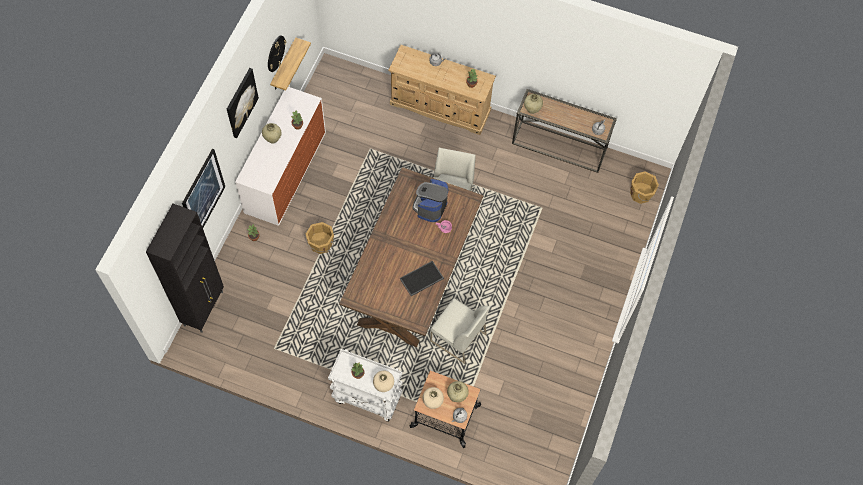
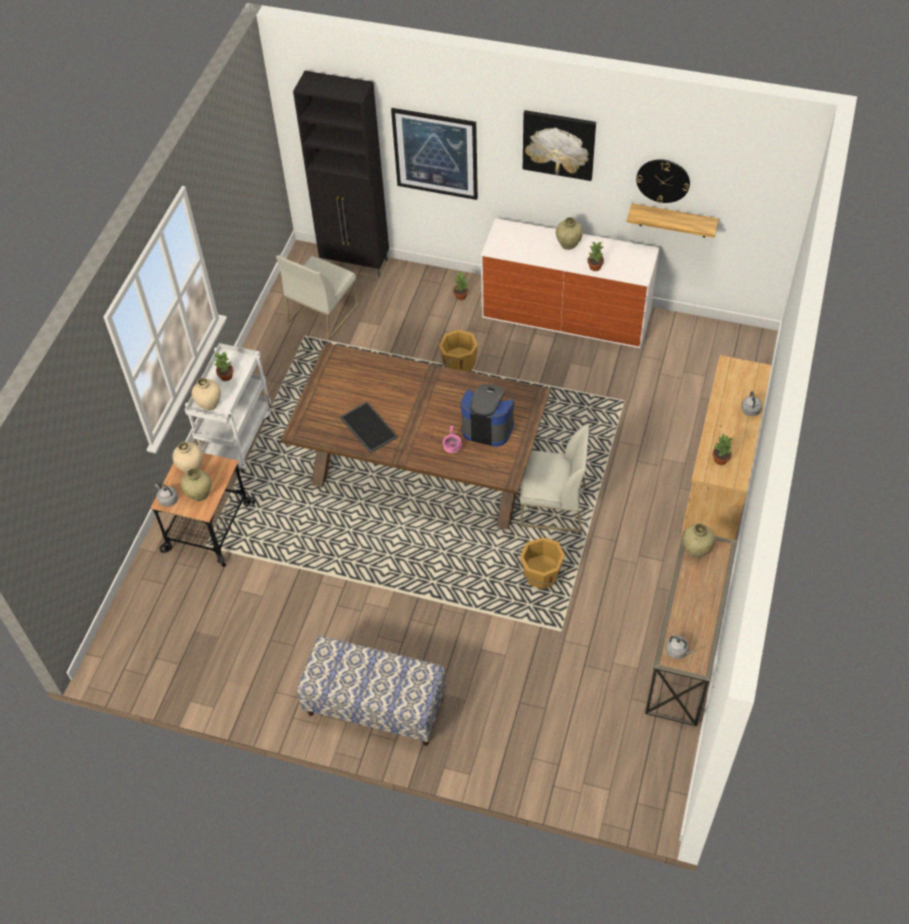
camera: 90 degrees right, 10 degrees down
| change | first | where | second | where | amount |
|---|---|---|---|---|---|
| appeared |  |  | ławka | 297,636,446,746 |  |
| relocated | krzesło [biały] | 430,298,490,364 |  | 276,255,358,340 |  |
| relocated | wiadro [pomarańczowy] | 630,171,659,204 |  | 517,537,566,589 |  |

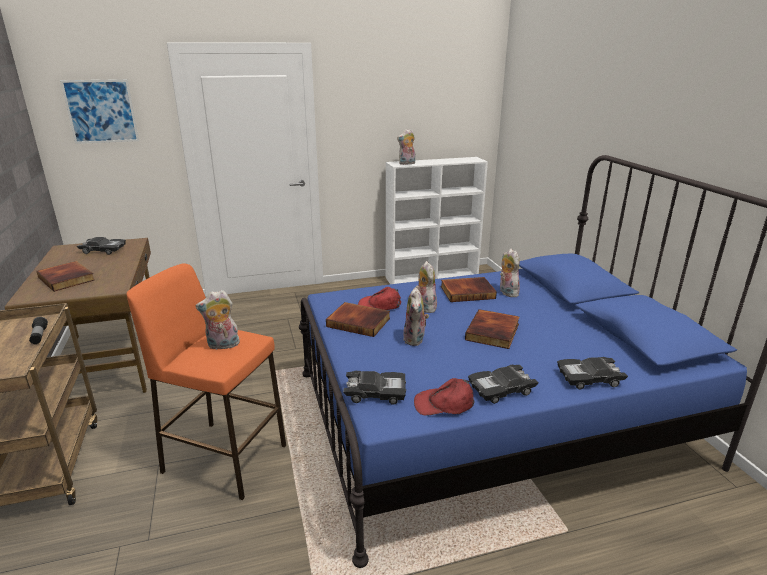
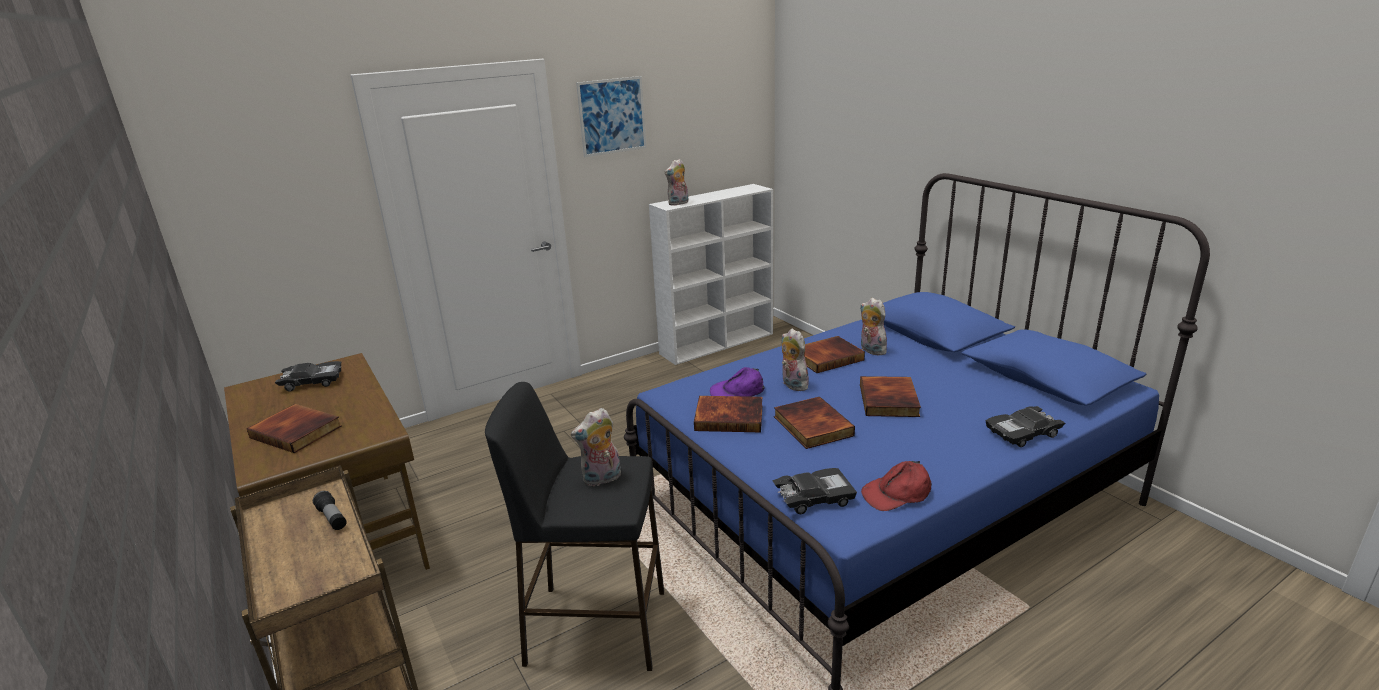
camera: 15 degrees left, 0 degrees up
| change | first | where | second | where | amount |
|---|---|---|---|---|---|
| missing | samochodzik [czarny] | 468,365,539,404 |  |  |  |
| relocated | obraz | 60,79,139,144 |  | 576,76,646,157 |  |
| exchanged | pluszak | 403,287,429,346 | książka | 774,396,855,449 |  |
| colour | stołek [pomarańczowy] | 127,263,286,500 | stołek [czarny] | 485,382,664,671 |  |
| colour | czapka z daszkiem [czerwony] | 358,287,401,310 | czapka z daszkiem [fioletowy] | 710,367,765,397 |  |

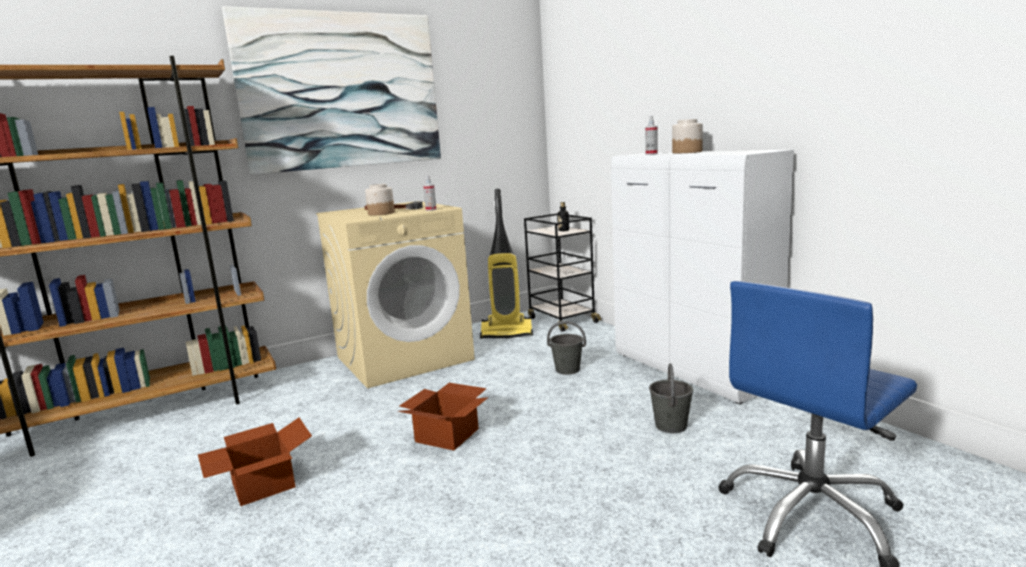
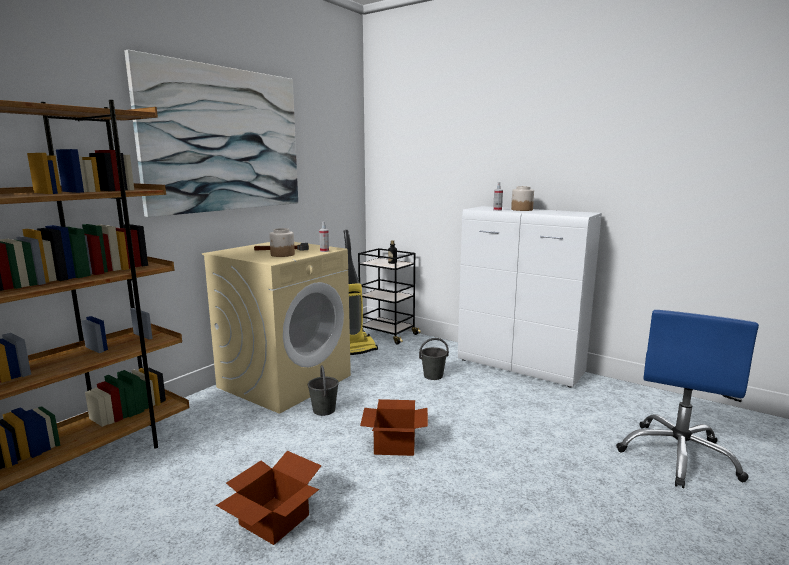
camera: 25 degrees left, 0 degrees up
| change | first | where | second | where | amount |
|---|---|---|---|---|---|
| relocated | wiadro [szary] | 649,363,693,433 |  | 308,365,339,416 |  |

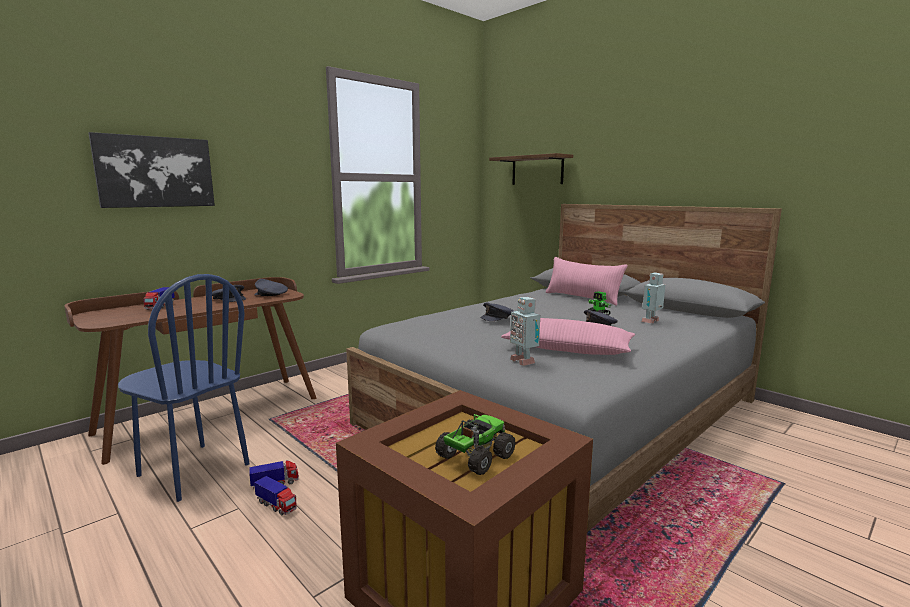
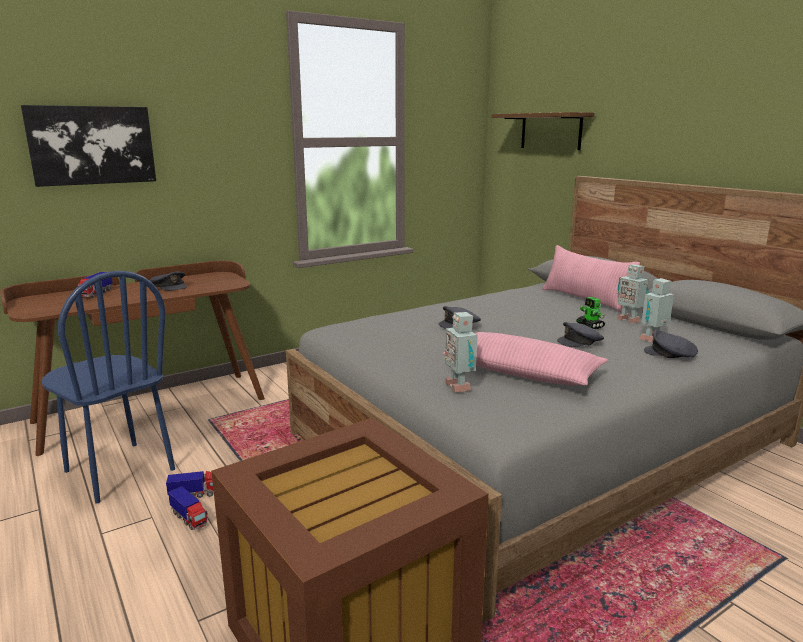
camera: 10 degrees right, 5 degrees up
| change | first | where | second | where | amount |
|---|---|---|---|---|---|
| missing | ciężarówka zabawkowa | 435,414,516,475 |  |  |  |
| appeared |  |  | robot zabawkowy | 617,264,649,324 |  |
| relocated | czapka z daszkiem [szary] | 254,279,288,296 |  | 644,330,698,358 |  |

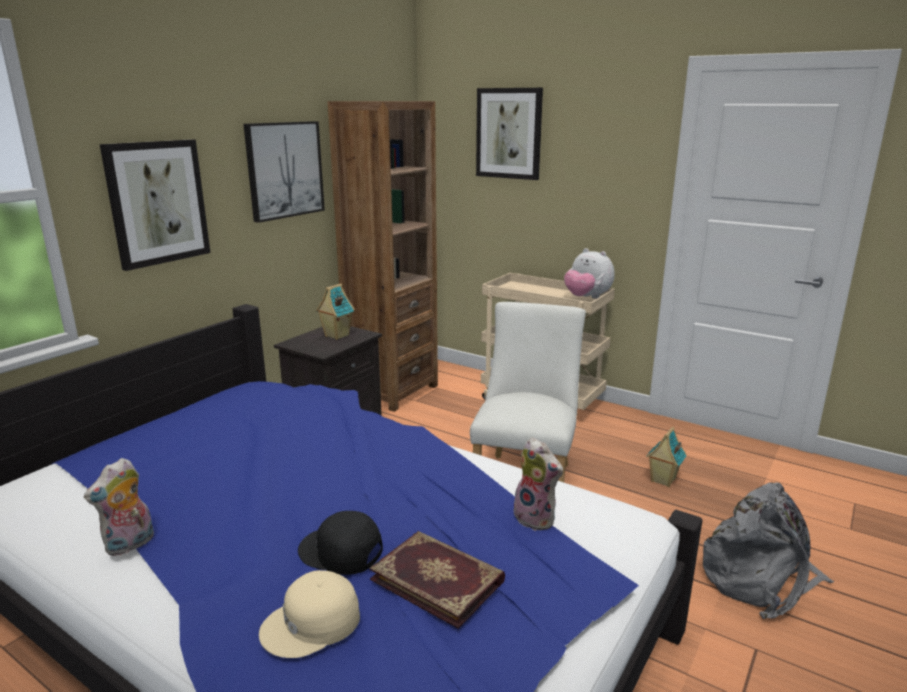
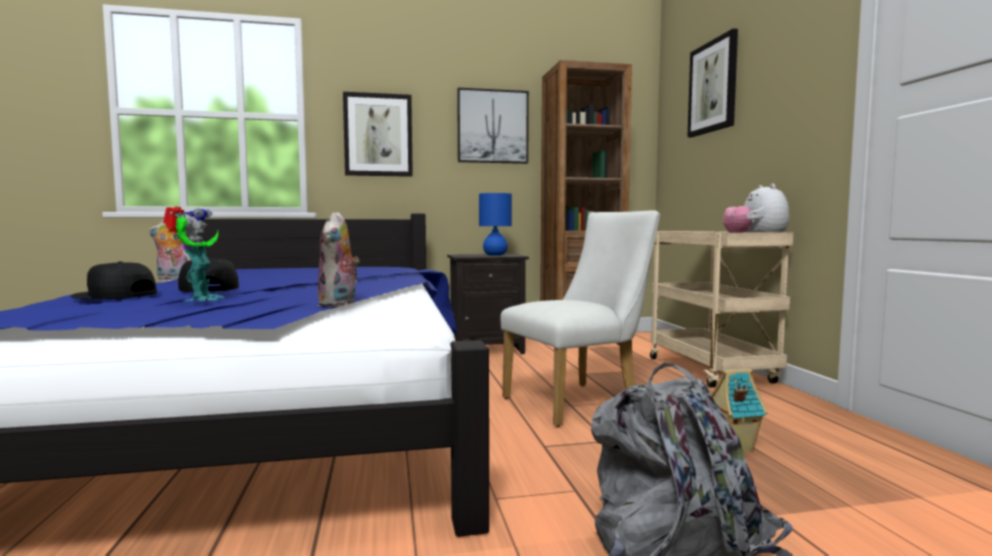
camera: 45 degrees right, 15 degrees down
| change | first | where | second | where | amount |
|---|---|---|---|---|---|
| exchanged | domek | 316,283,355,340 | lampa stołowa [niebieski] | 479,193,512,256 |  |
| exchanged | książka | 369,531,505,629 | robot zabawkowy | 163,206,224,301 |  |
| colour | czapka z daszkiem [beżowy] | 259,570,360,658 | czapka z daszkiem [czarny] | 71,261,157,299 |  |

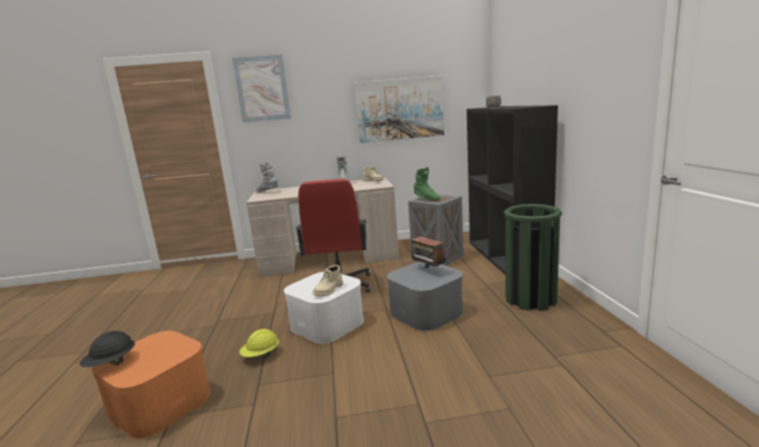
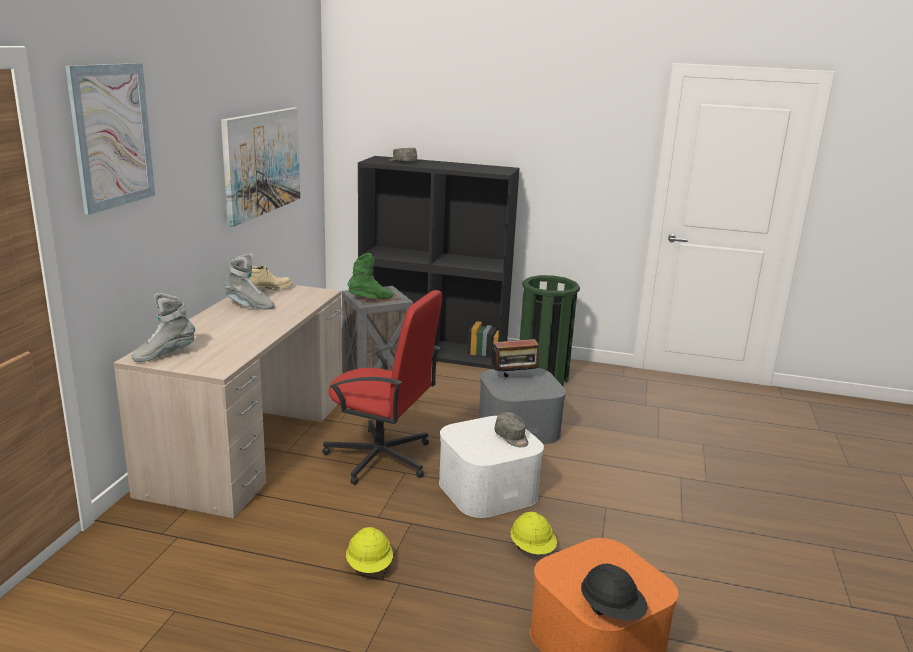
camera: 70 degrees left, 5 degrees up
| change | first | where | second | where | amount |
|---|---|---|---|---|---|
| appeared |  |  | kask [żółty] | 346,527,393,573 |  |
| exchanged | but z cholewką [beżowy] | 312,265,343,296 | czapka z daszkiem [szary] | 494,412,528,447 |  |

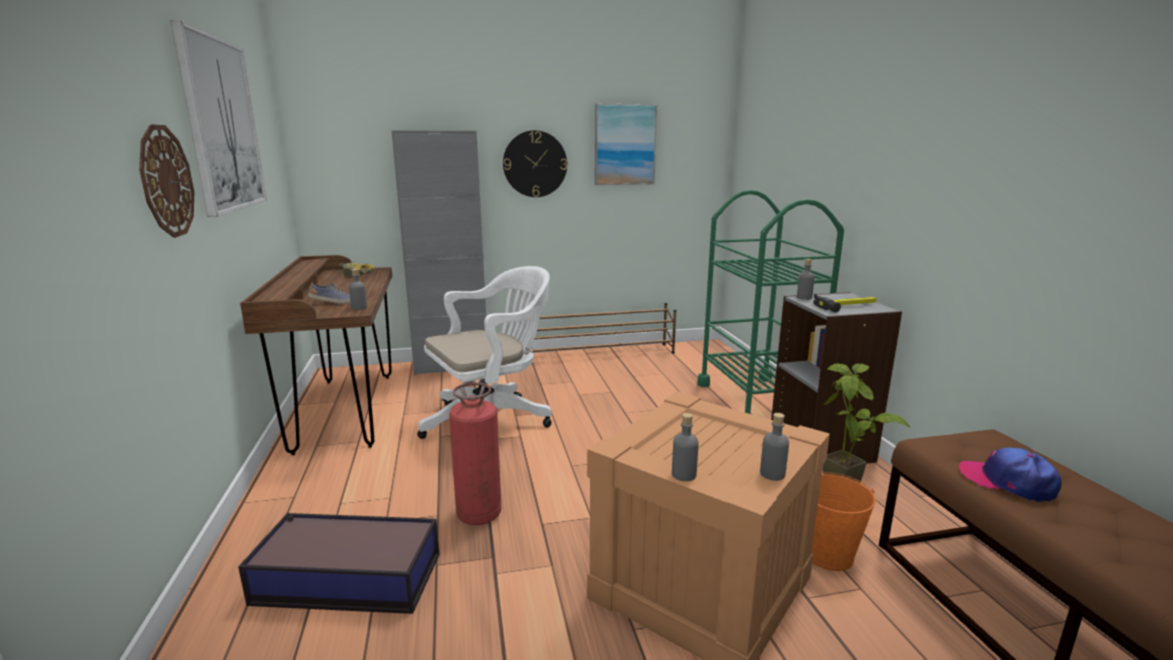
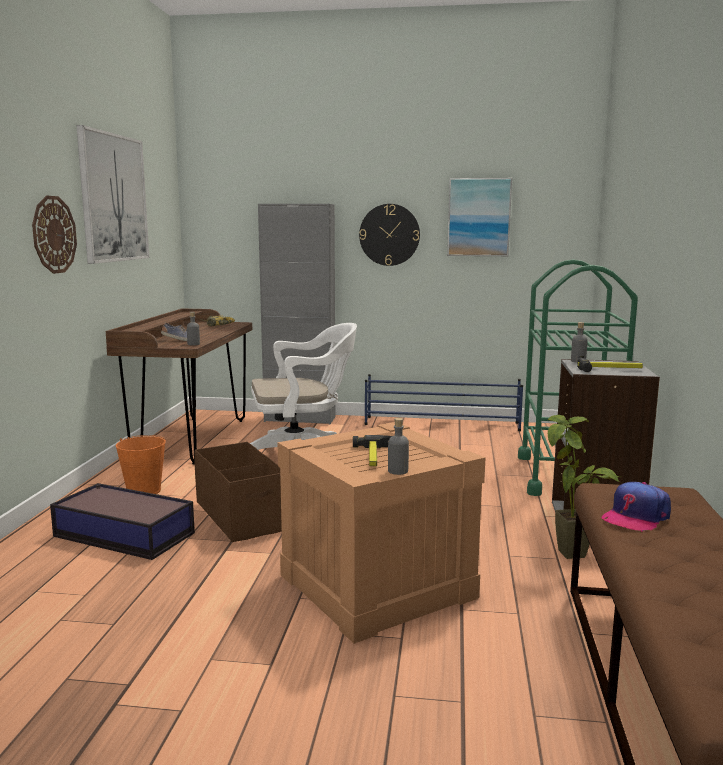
camera: 20 degrees right, 5 degrees down
| change | first | where | second | where | amount |
|---|---|---|---|---|---|
| missing | butelka [szary] | 672,413,699,481 |  |  |  |
| appeared |  |  | młotek | 353,435,392,466 |  |
| relocated | wiadro [pomarańczowy] | 811,472,876,571 |  | 116,435,166,494 |  |
| exchanged | gaśnica | 449,382,501,525 | pojemnik do przechowywania [brązowy] | 194,442,282,542 |  |
| colour | regał na buty [brązowy] | 533,303,676,354 | regał na buty [niebieski] | 364,374,523,431 |  |
| spun | czapka z daszkiem | 959,447,1061,502 |  | 601,482,671,532 | 105 degrees counterclockwise |

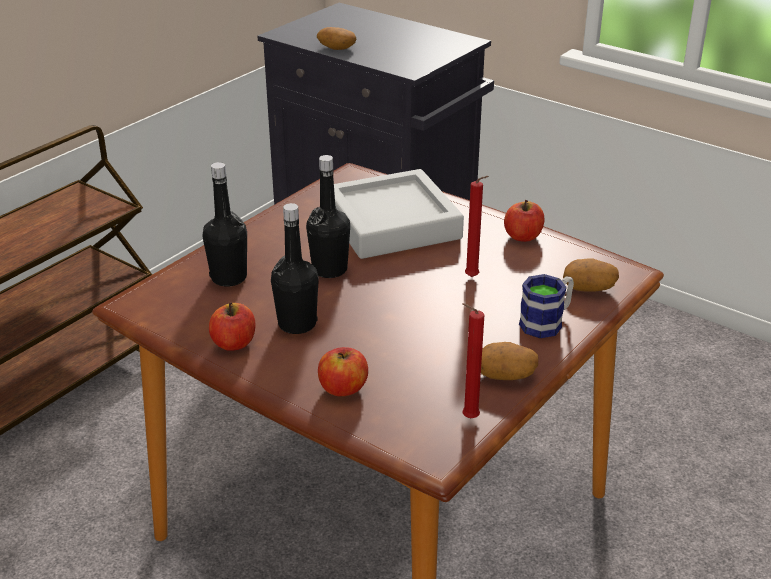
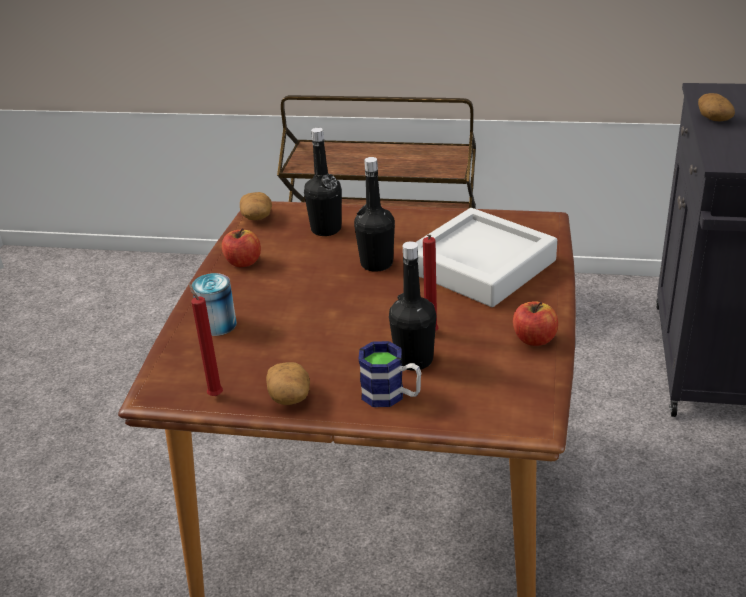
camera: 65 degrees right, 0 degrees up
| change | first | where | second | where | amount |
|---|---|---|---|---|---|
| relocated | butelka [czarny] | 271,203,319,334 |  | 389,241,436,371 |  |
| relocated | ziemniak | 563,258,619,292 |  | 240,192,272,220 |  |
| exchanged | jabłko | 318,347,368,396 | puszka | 192,273,237,336 |  |

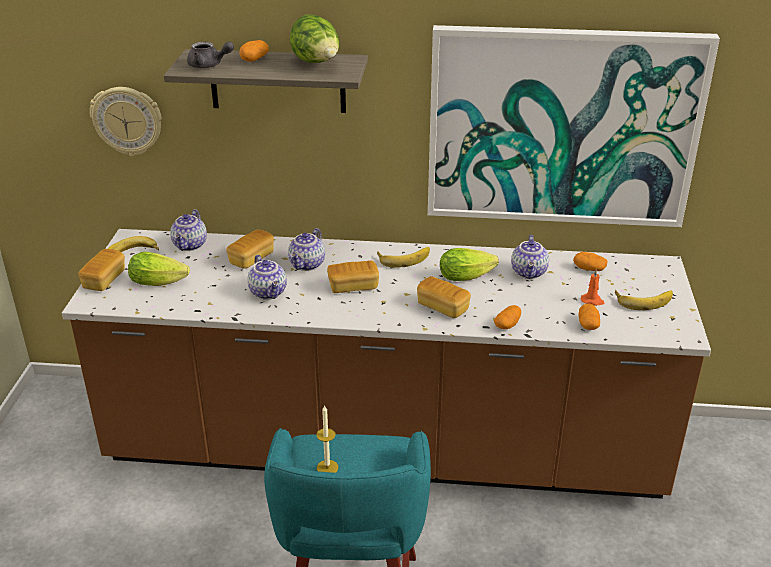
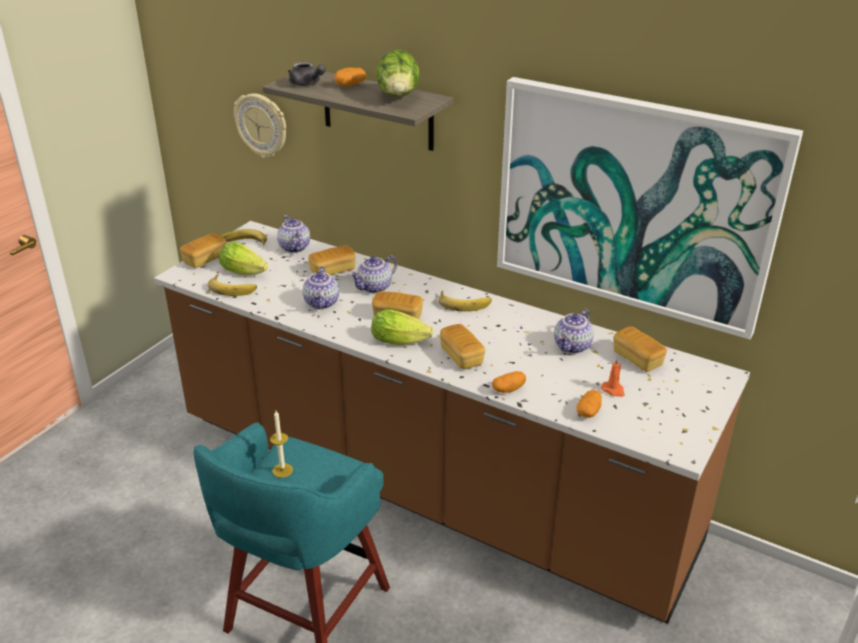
camera: 25 degrees right, 0 degrees up
| change | first | where | second | where | amount |
|---|---|---|---|---|---|
| relocated | sałata | 440,248,499,281 |  | 371,309,433,345 |  |
| relocated | banan | 615,290,673,310 |  | 207,274,257,296 |  |
| exchanged | ziemniak | 573,252,608,271 | chleb | 613,327,667,372 |  |
| spun | imbryk | 170,209,207,251 |  | 277,215,310,253 | 120 degrees clockwise |

